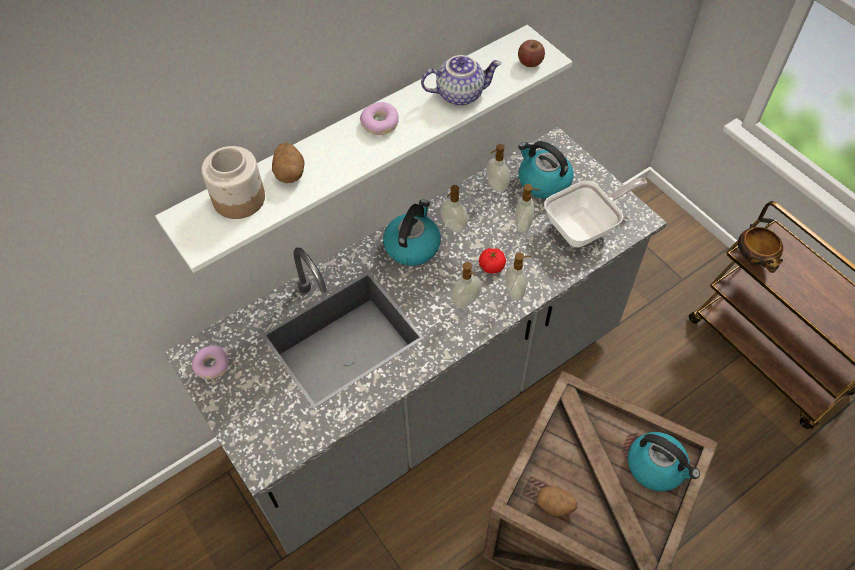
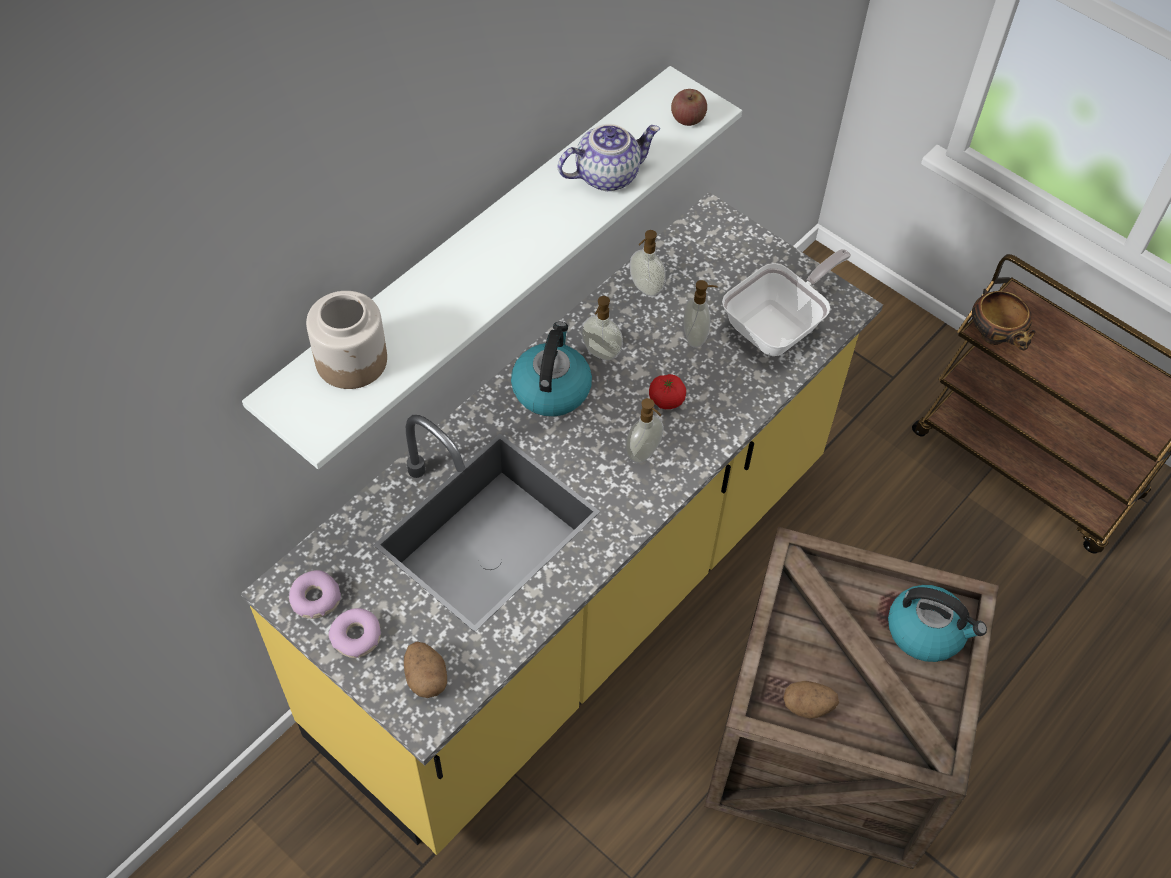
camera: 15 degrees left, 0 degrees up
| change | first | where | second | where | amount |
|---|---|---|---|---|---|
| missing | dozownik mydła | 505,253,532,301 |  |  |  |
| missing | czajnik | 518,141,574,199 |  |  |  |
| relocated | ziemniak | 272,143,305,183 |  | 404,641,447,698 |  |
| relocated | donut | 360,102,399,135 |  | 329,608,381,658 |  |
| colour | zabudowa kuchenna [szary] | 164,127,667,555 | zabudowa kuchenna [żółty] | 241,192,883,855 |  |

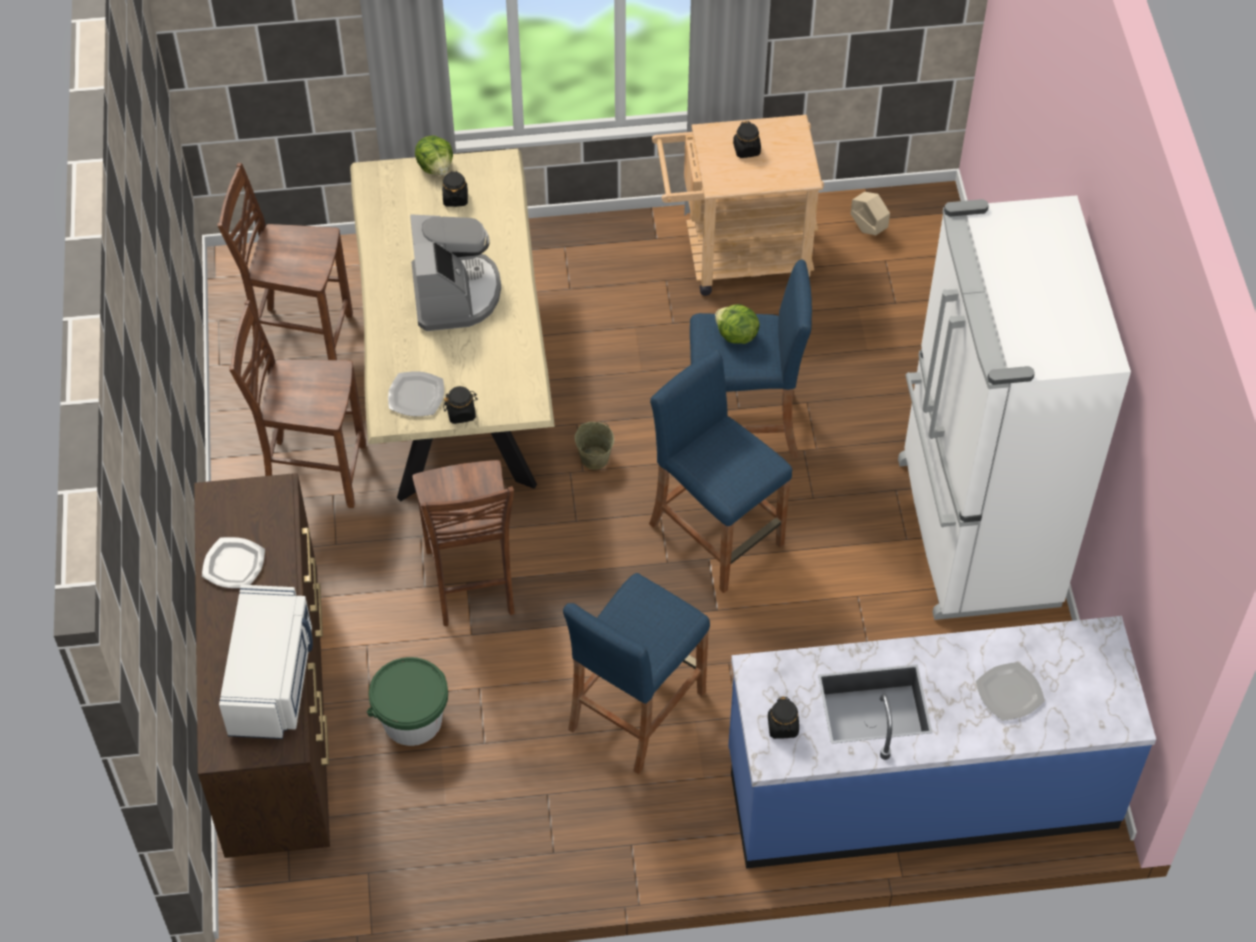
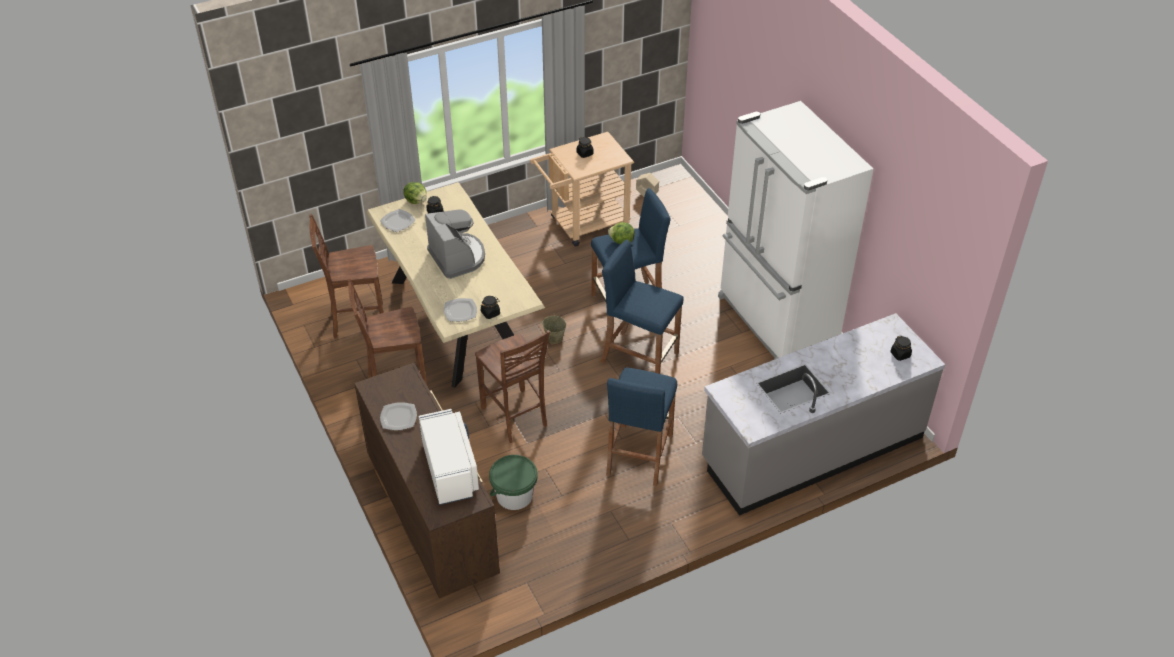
camera: 20 degrees left, 10 degrees down
| change | first | where | second | where | amount |
|---|---|---|---|---|---|
| relocated | słoik [czarny] | 768,696,799,739 |  | 891,336,912,361 |  |
| relocated | talerz | 975,662,1045,721 |  | 380,209,415,232 |  |
| colour | zabudowa kuchenna [niebieski] | 728,616,1156,869 | zabudowa kuchenna [szary] | 702,313,945,516 |  |

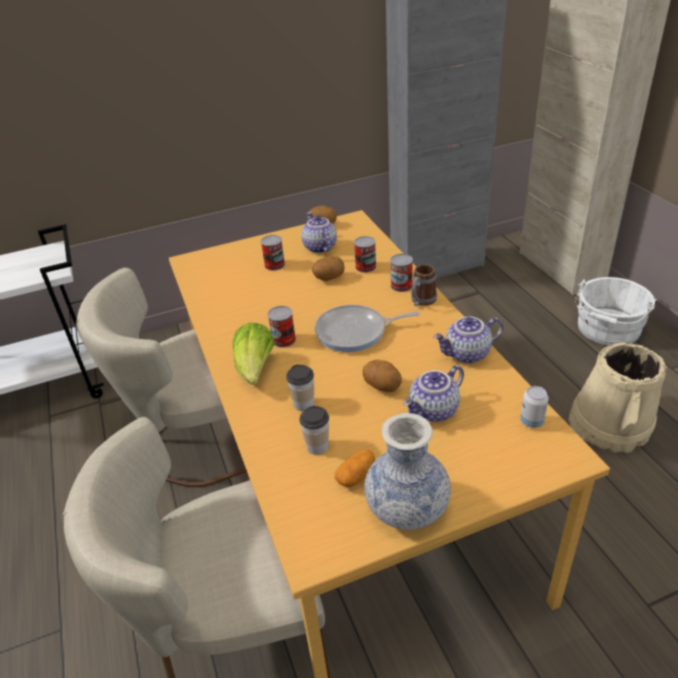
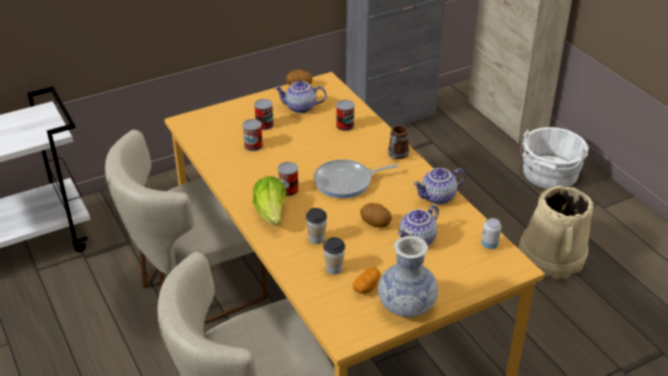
camera: 10 degrees left, 0 degrees up
| change | first | where | second | where | amount |
|---|---|---|---|---|---|
| missing | ziemniak | 312,256,344,281 |  |  |  |
| relocated | puszka | 390,254,413,292 |  | 243,119,263,151 |  |
| spun | imbryk | 301,212,337,253 |  | 274,81,327,113 | 60 degrees counterclockwise |

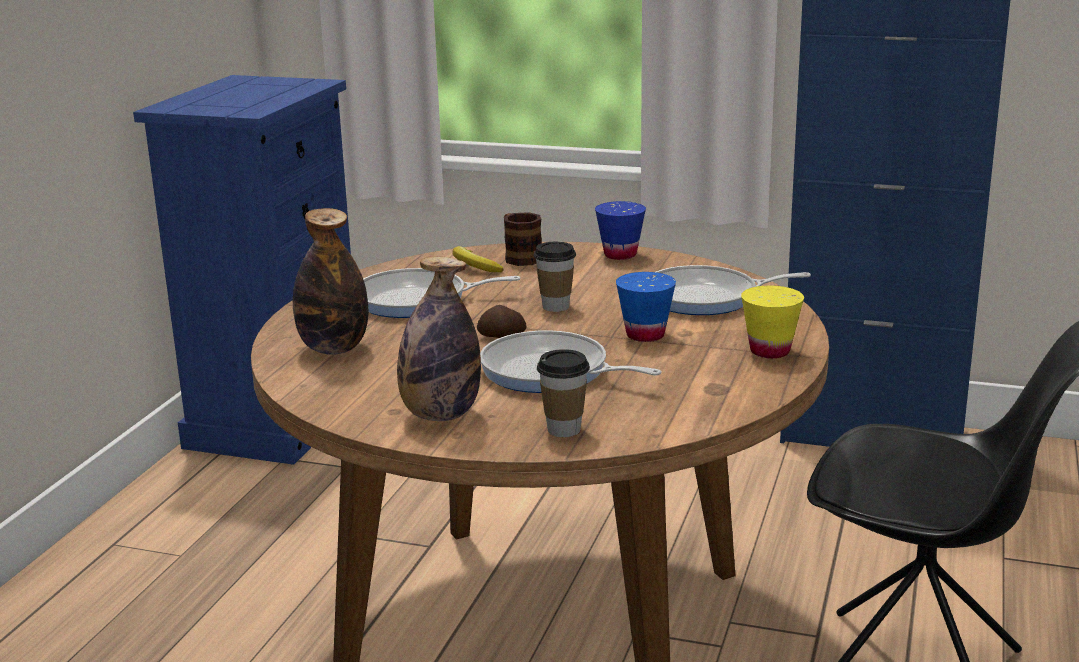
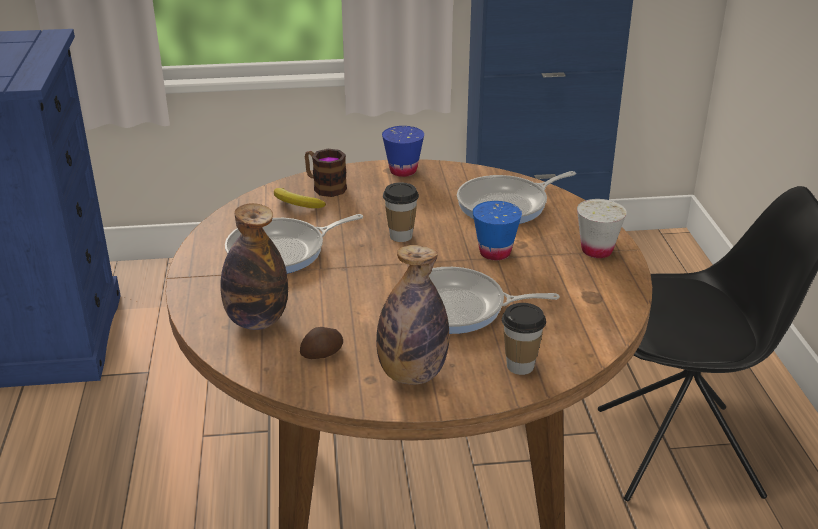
camera: 25 degrees left, 10 degrees up
| change | first | where | second | where | amount |
|---|---|---|---|---|---|
| relocated | ziemniak | 477,305,526,338 |  | 300,327,343,359 |  |
| colour | filiżanka [żółty] | 741,286,804,358 | filiżanka [biały] | 577,199,627,258 |  |

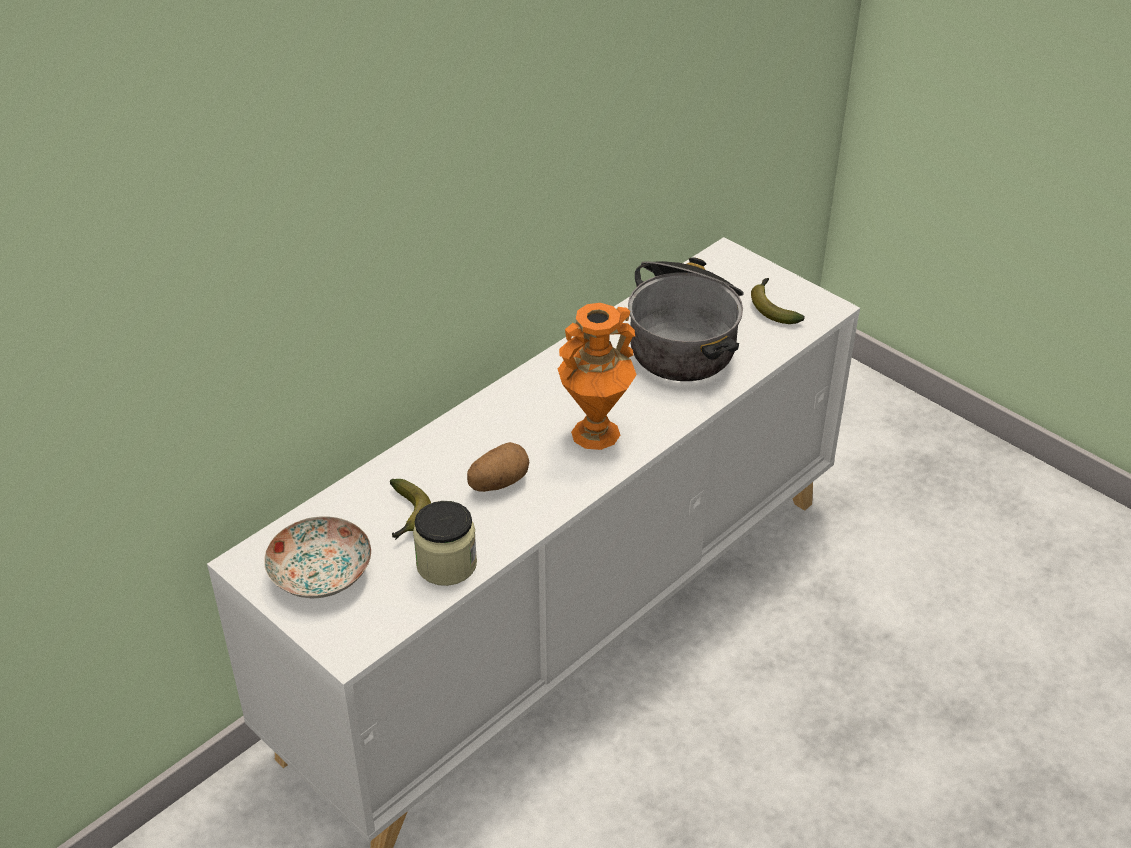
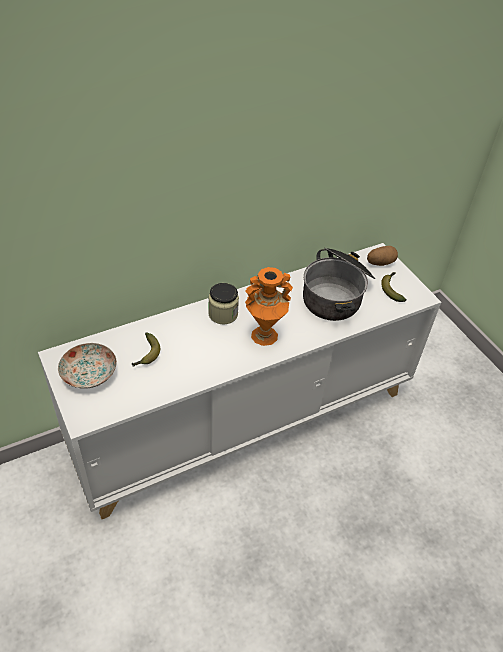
camera: 15 degrees right, 5 degrees up
| change | first | where | second | where | amount |
|---|---|---|---|---|---|
| relocated | słoik | 413,501,477,586 |  | 208,283,239,324 |  |
| relocated | ziemniak | 467,442,529,492 |  | 367,246,398,266 |  |

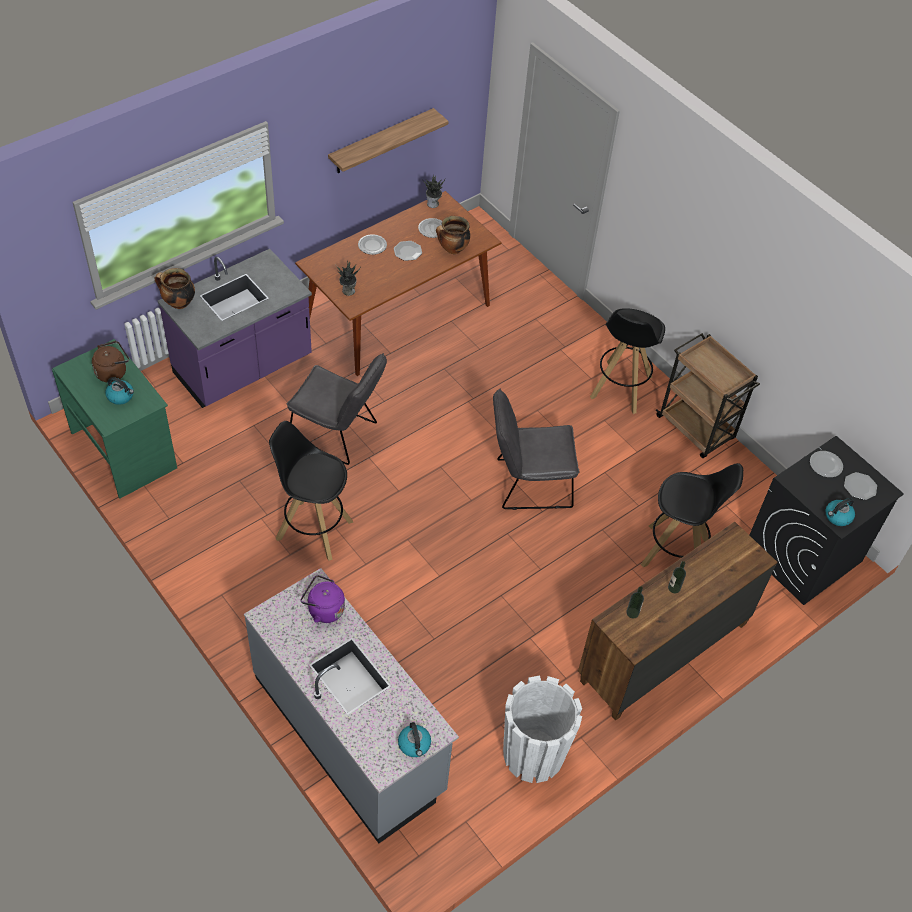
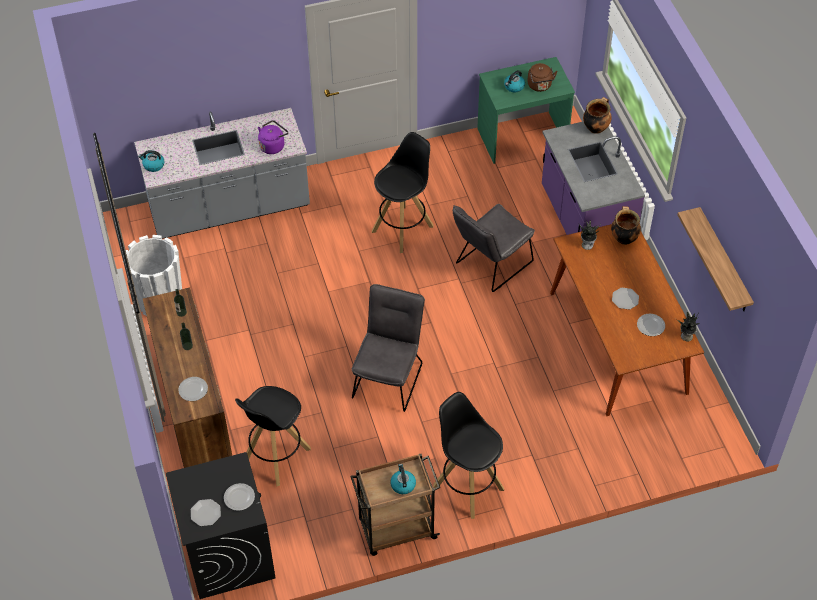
camera: 115 degrees right, 0 degrees up
| change | first | where | second | where | amount |
|---|---|---|---|---|---|
| relocated | talerz | 358,234,387,255 |  | 178,377,208,401 |  |
| relocated | garnek | 436,216,470,254 |  | 611,206,641,245 |  |
| relocated | czajnik | 826,498,855,526 |  | 390,464,416,494 |  |

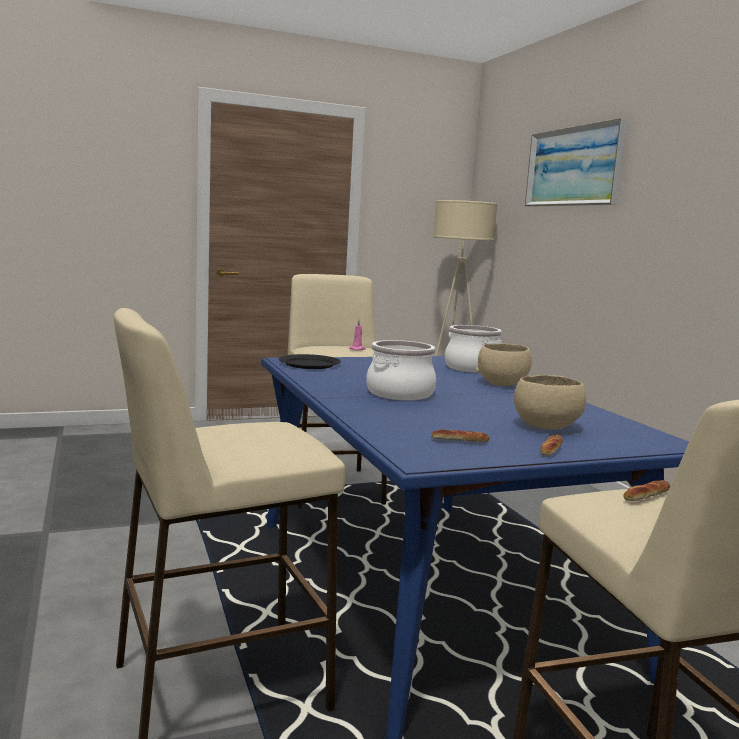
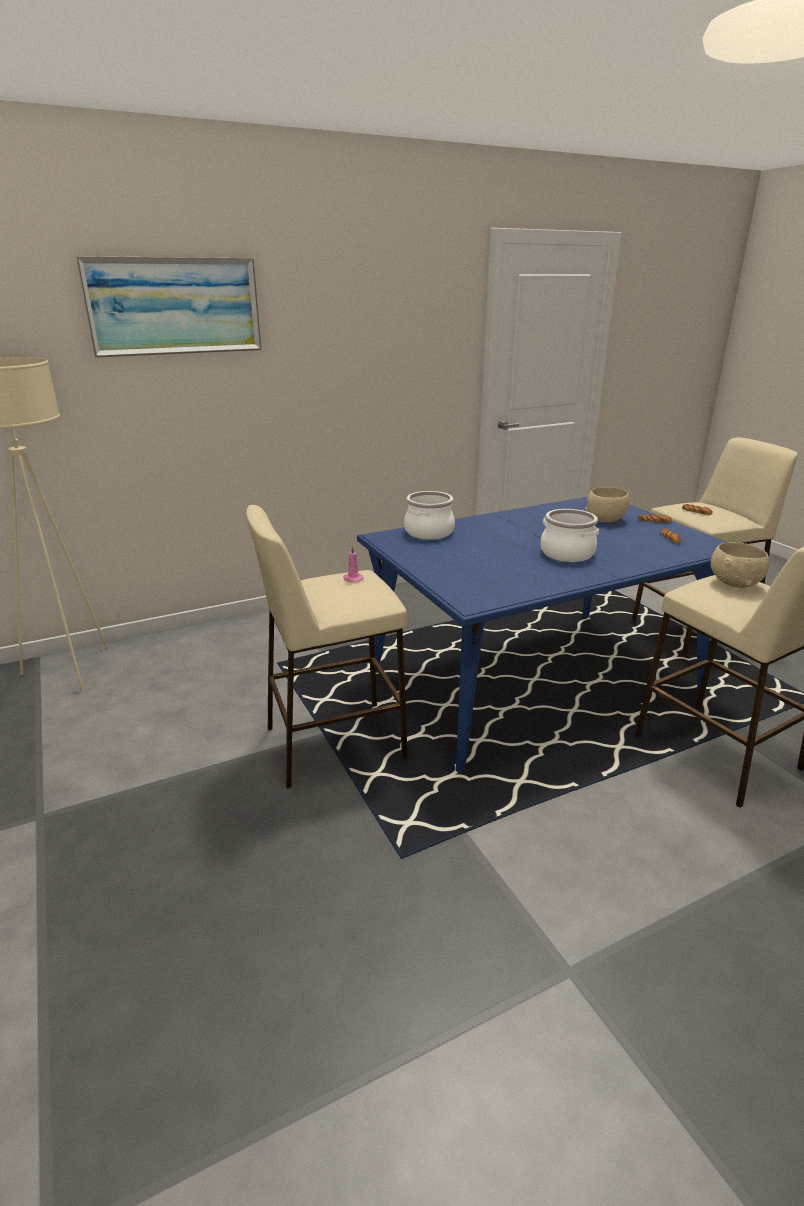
camera: 95 degrees left, 15 degrees up
| change | first | where | second | where | amount |
|---|---|---|---|---|---|
| missing | talerz [czarny] | 279,354,341,369 |  |  |  |
| relocated | miska [beżowy] | 476,343,532,386 |  | 711,542,769,588 |  |

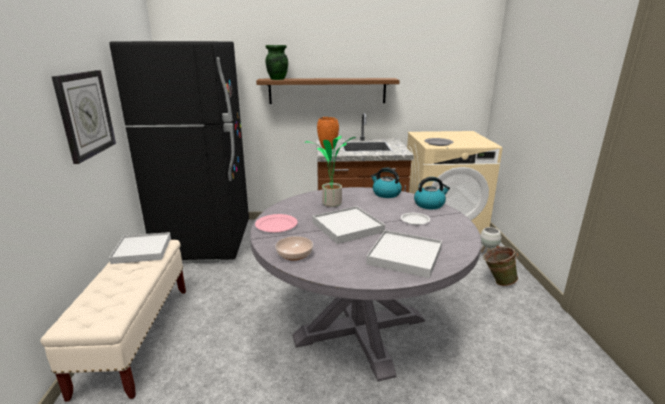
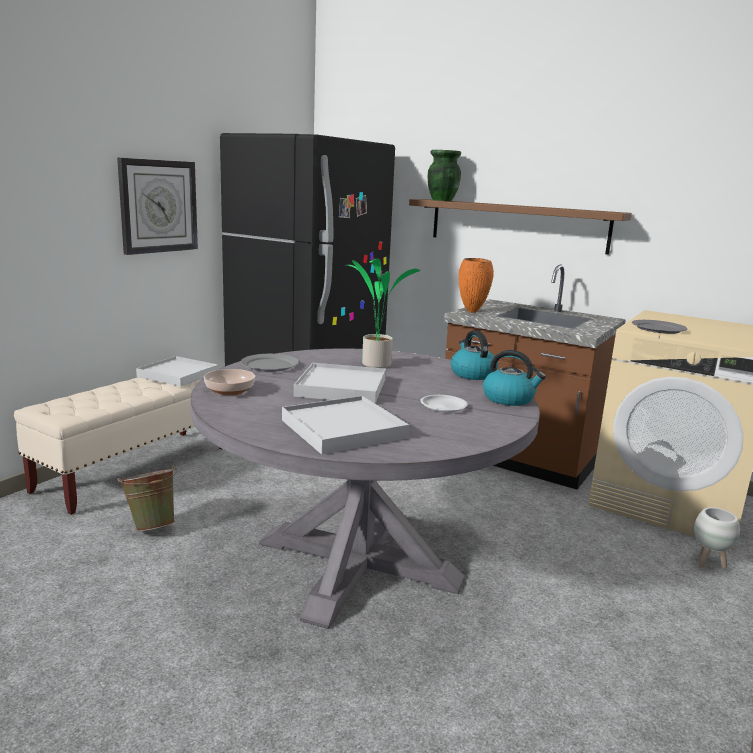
camera: 35 degrees right, 5 degrees down
| change | first | where | second | where | amount |
|---|---|---|---|---|---|
| relocated | wiadro [zielony] | 483,245,518,286 |  | 117,465,177,531 |  |
| colour | talerz [różowy] | 255,214,298,233 | talerz [szary] | 241,354,299,372 |  |

